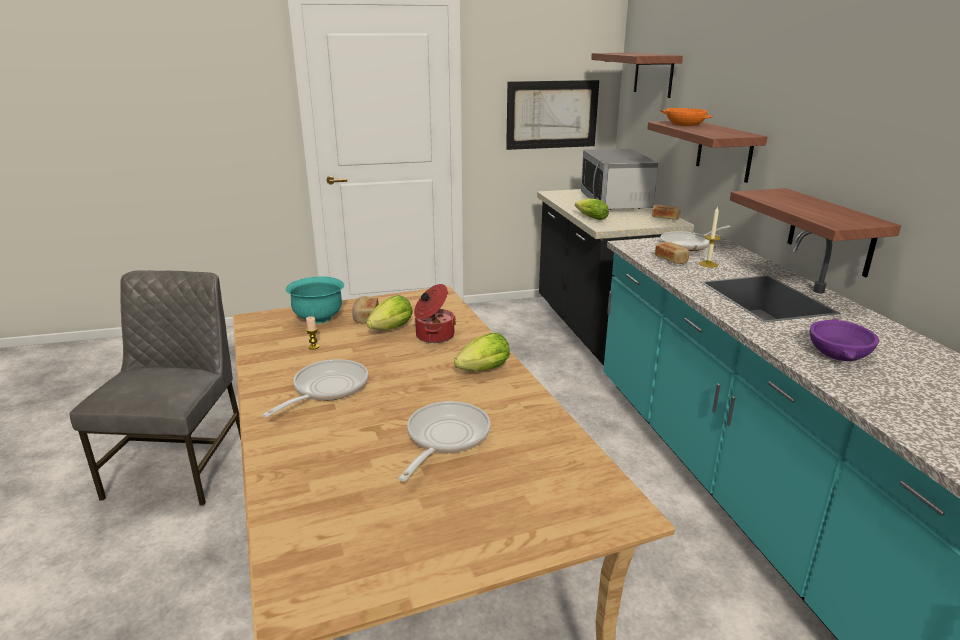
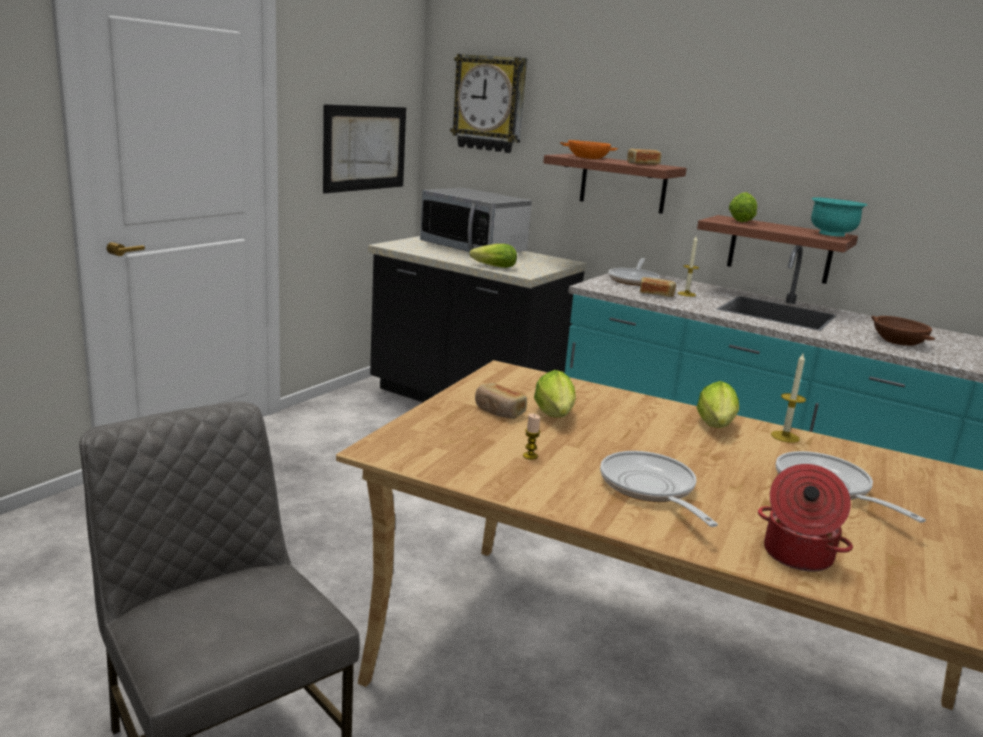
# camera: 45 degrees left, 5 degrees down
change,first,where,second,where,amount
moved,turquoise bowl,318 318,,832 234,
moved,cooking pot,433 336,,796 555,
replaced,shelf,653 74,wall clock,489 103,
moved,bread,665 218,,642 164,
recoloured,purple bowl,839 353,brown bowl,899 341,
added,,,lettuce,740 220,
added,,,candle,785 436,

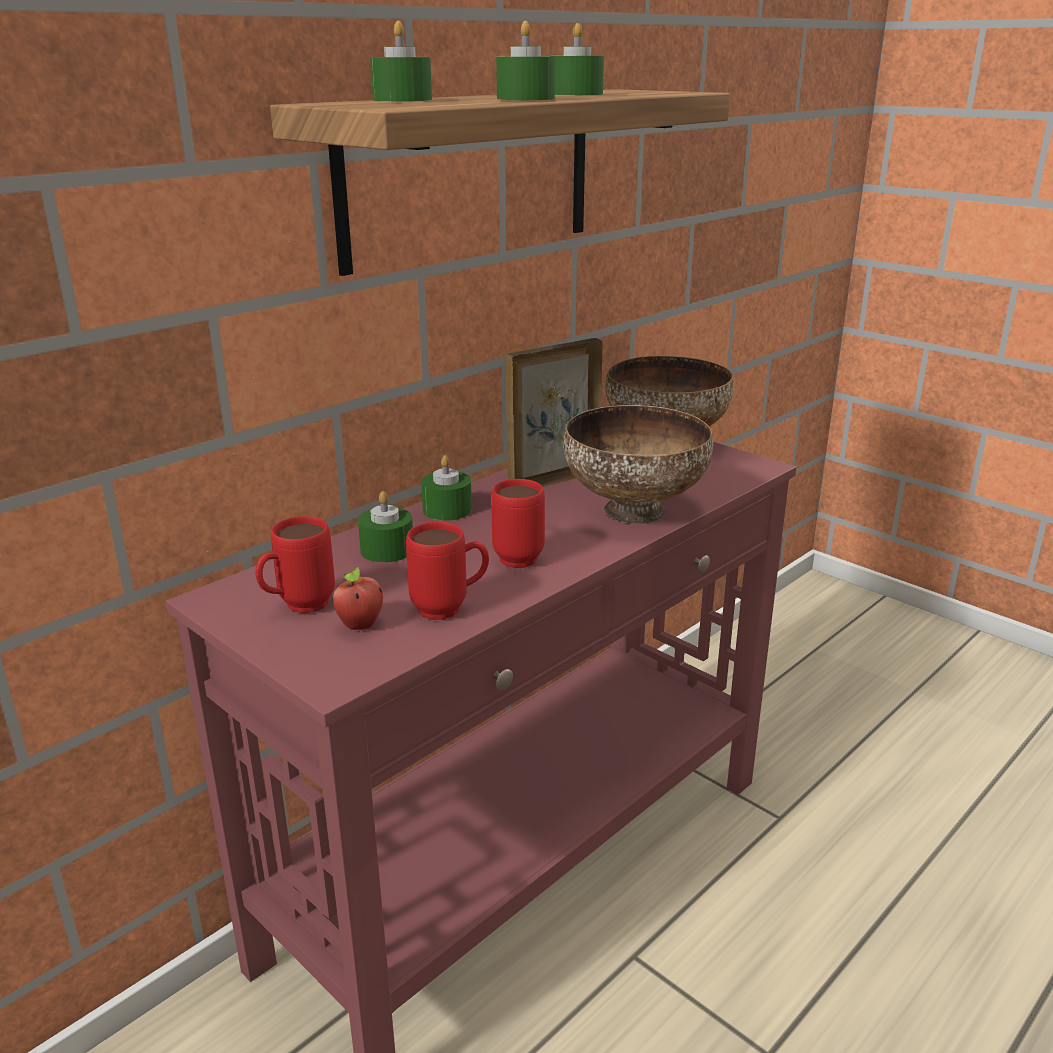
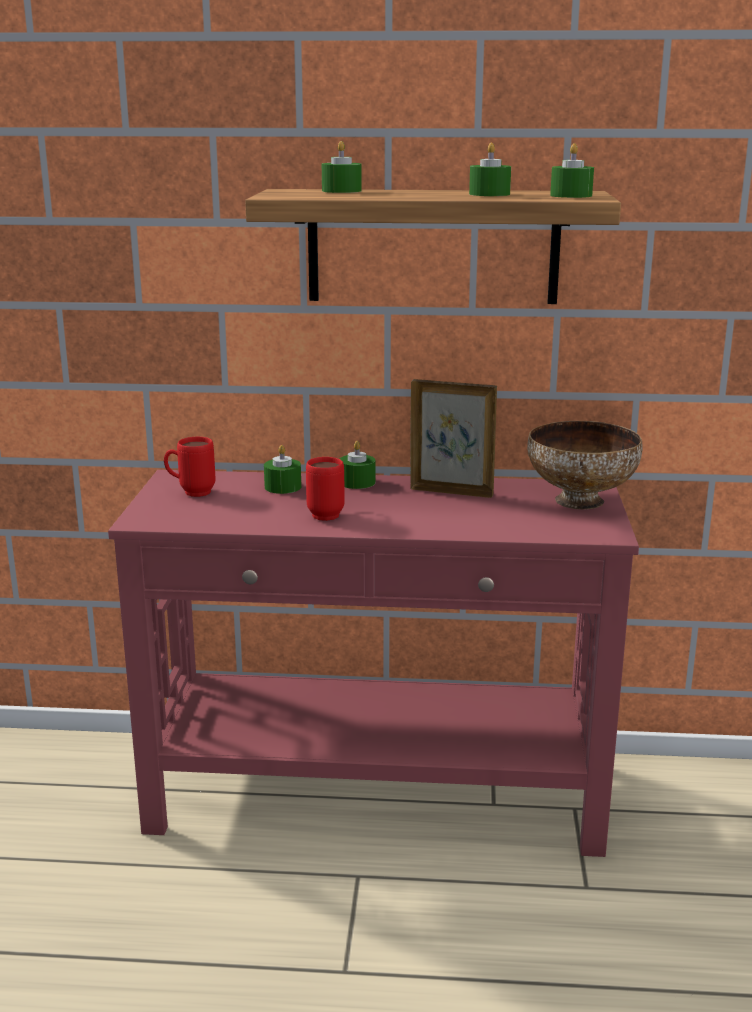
# camera: 50 degrees right, 5 degrees down
change,first,where,second,where,amount
removed,apple,361 626,,,
removed,red mug,450 609,,,
moved,green candle,525 99,,571 195,
removed,bowl,632 511,,,

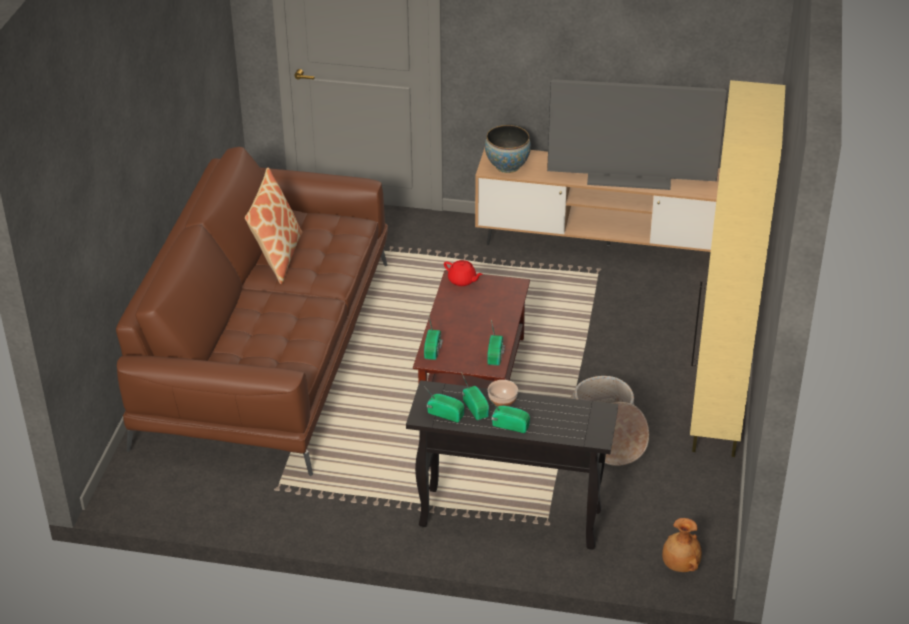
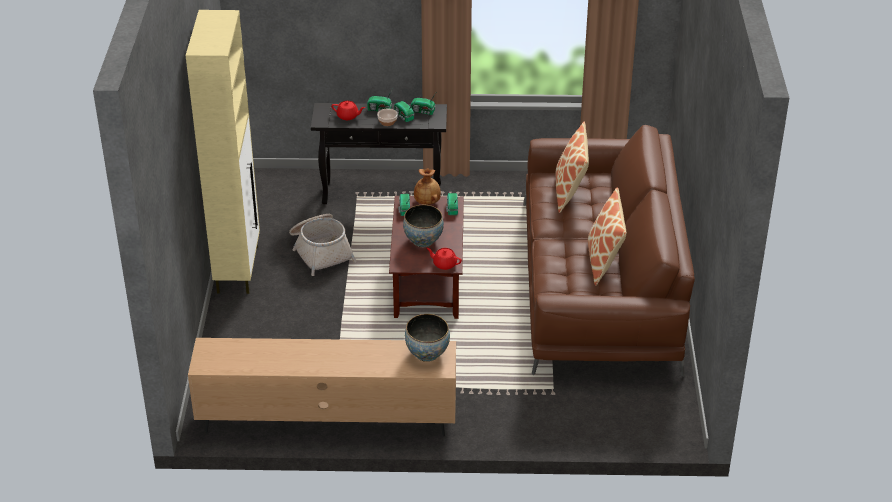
# camera: 170 degrees right, 0 degrees up
change,first,where,second,where,amount
removed,television,630 176,,,
moved,brown vase,679 565,,427 202,
added,,,red teapot,348 116,
added,,,bowl,423 241,
added,,,pillow,570 192,

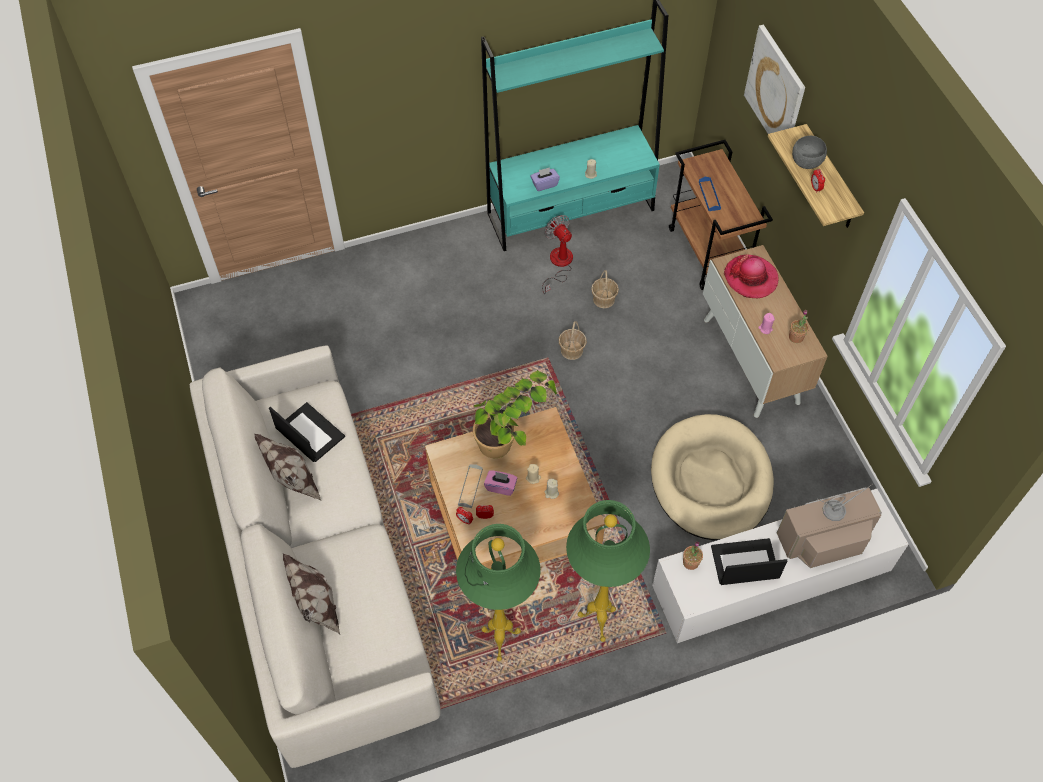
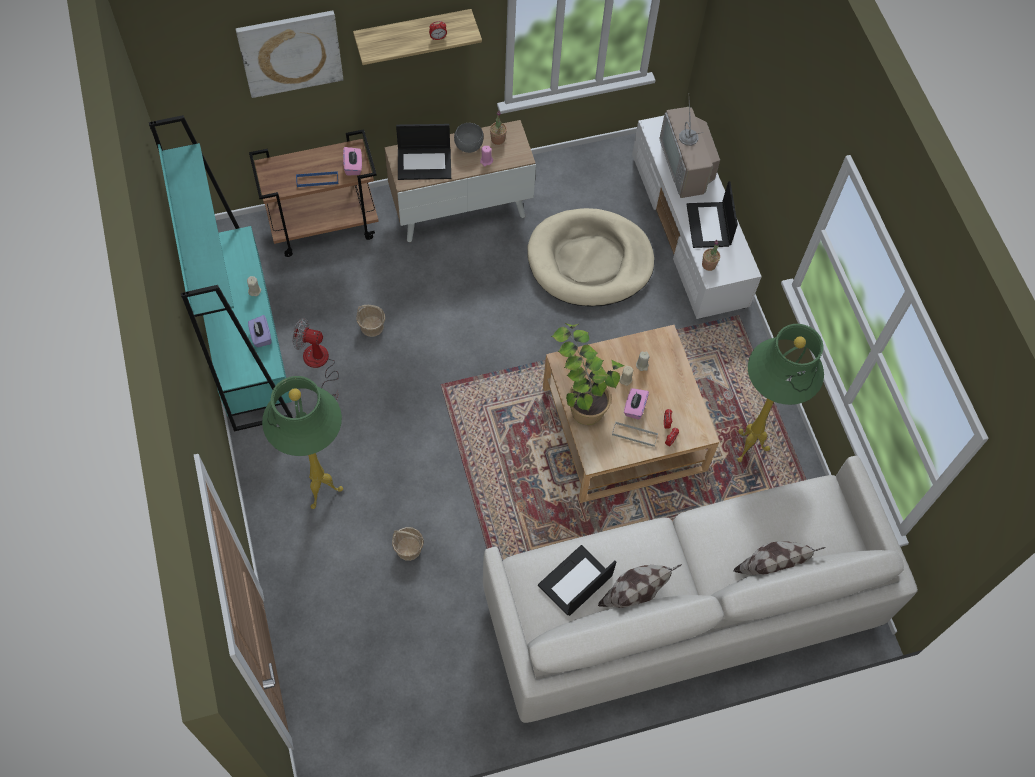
# camera: 90 degrees left, 5 degrees up
change,first,where,second,where,amount
turned,fan,558 264,,319 364,45 degrees clockwise
moved,basket,571 350,,408 548,
moved,green floor lamp,596 622,,322 493,
replaced,hat,751 278,laptop,425 163,
moved,grey bowl,807 163,,469 145,
added,,,pink tissue box,353 166,

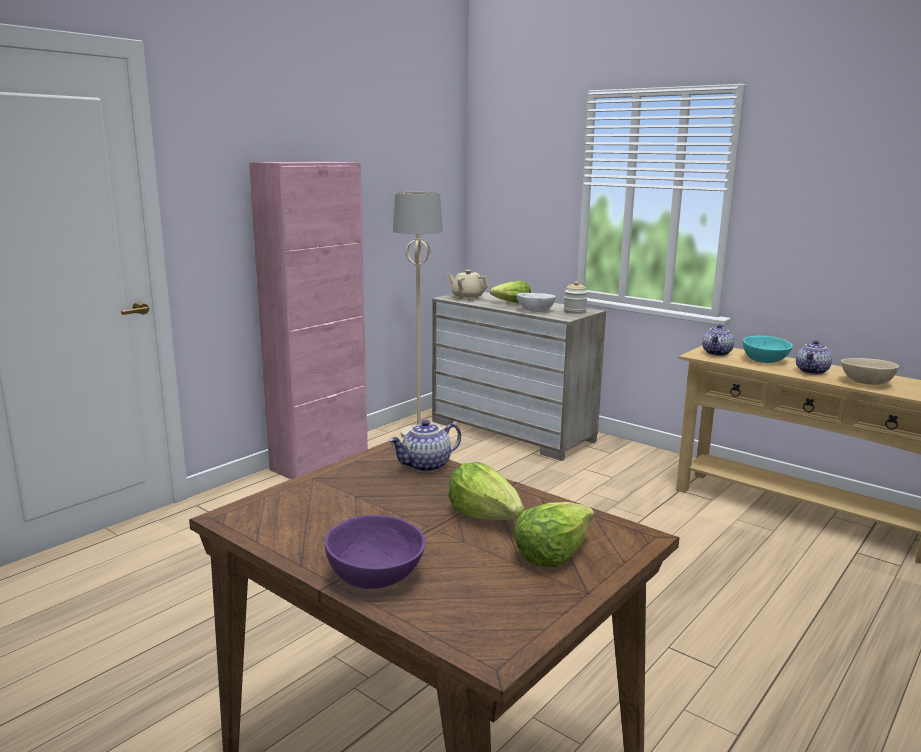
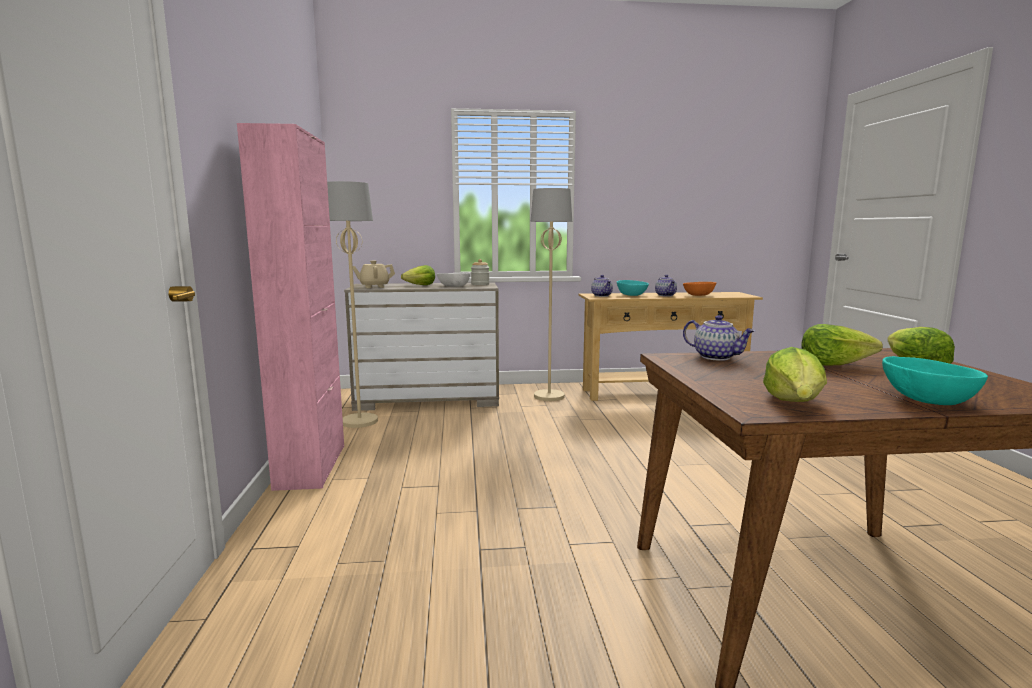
# camera: 45 degrees left, 5 degrees down
change,first,where,second,where,amount
recoloured,purple bowl,373 575,turquoise bowl,927 400,
turned,teapot,426 466,,716 357,60 degrees counterclockwise
recoloured,beige bowl,867 383,orange bowl,699 295,
added,,,beige floor lamp,548 396,
added,,,lettuce,795 403,

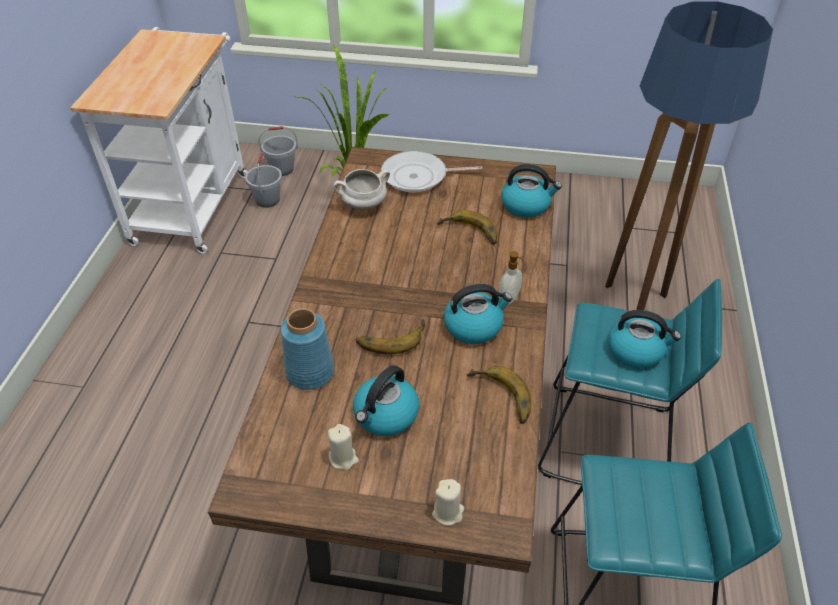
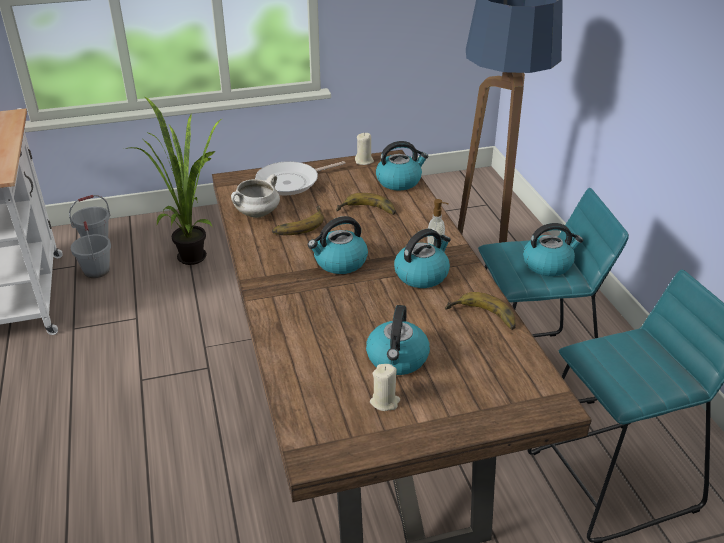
# camera: 25 degrees left, 10 degrees down
change,first,where,second,where,amount
removed,blue vase,310 373,,,
moved,banana,390 337,,297 224,
moved,beige candle,448 512,,364 161,
added,,,kettle,339 262,

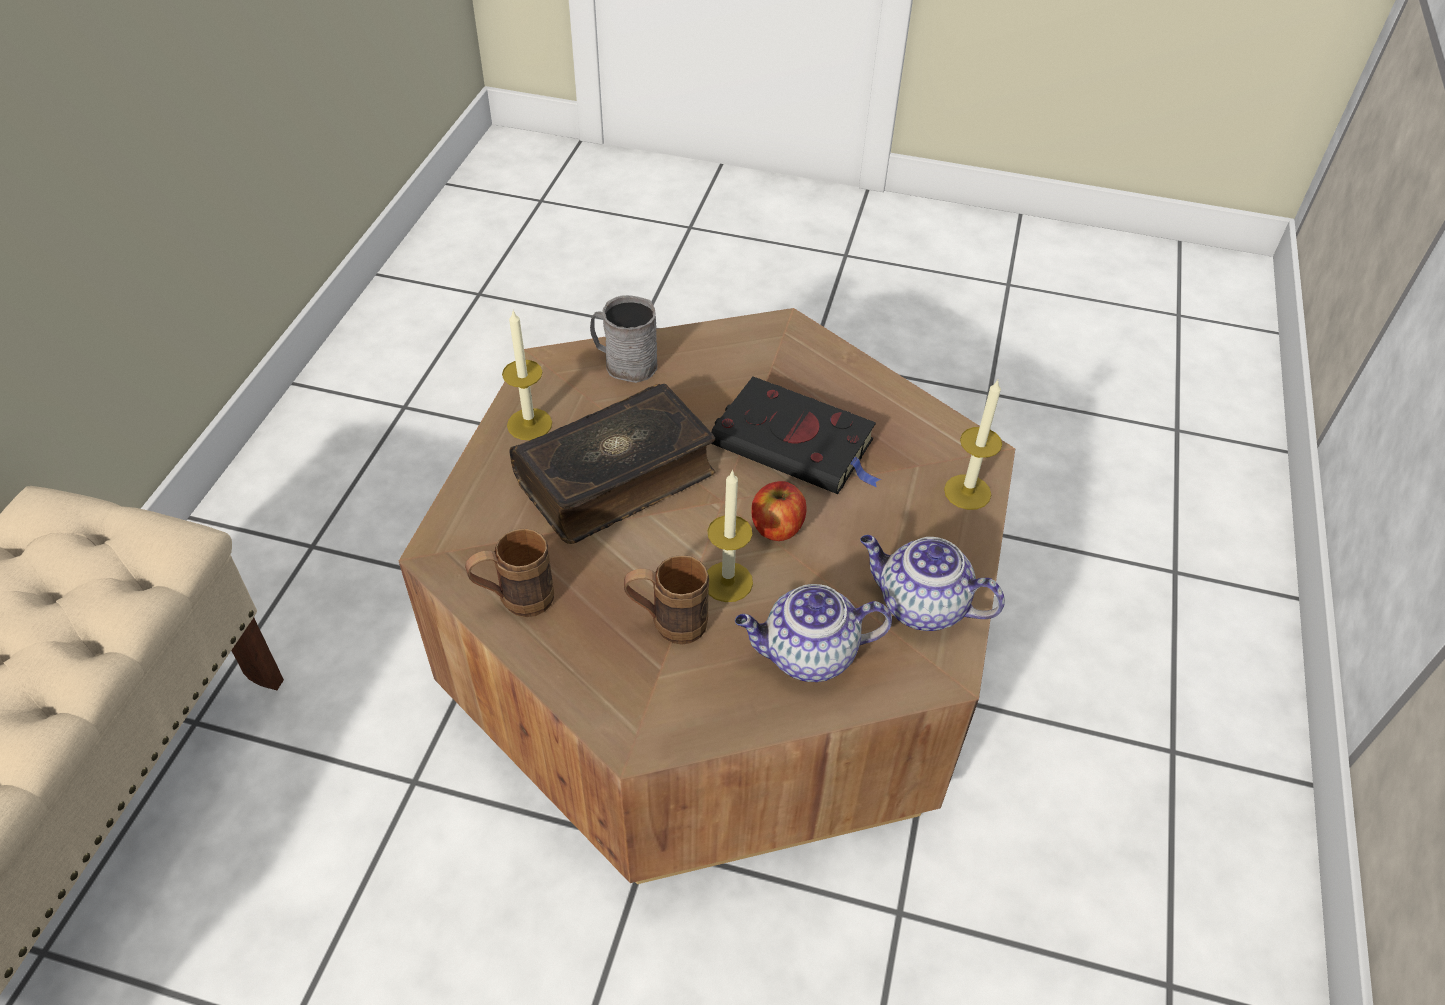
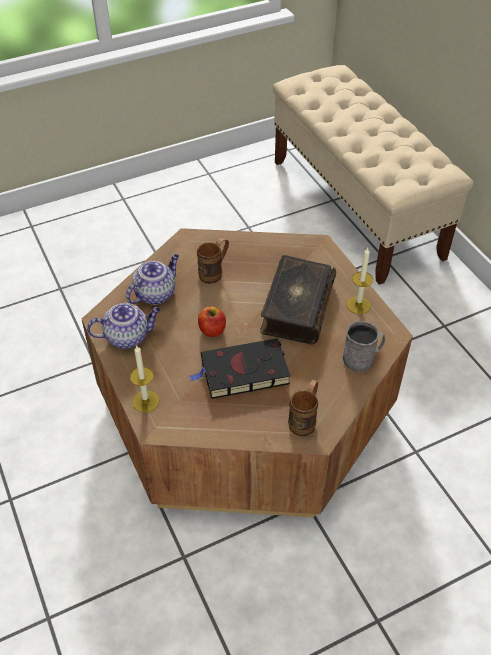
# camera: 140 degrees right, 0 degrees up
change,first,where,second,where,amount
moved,brown mug,515 601,,305 420,
removed,candle,727 582,,,

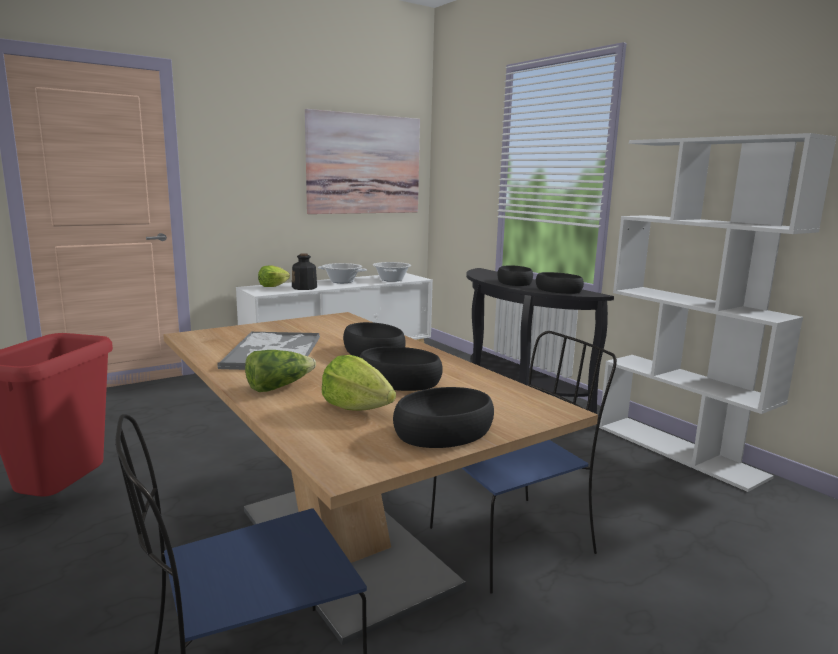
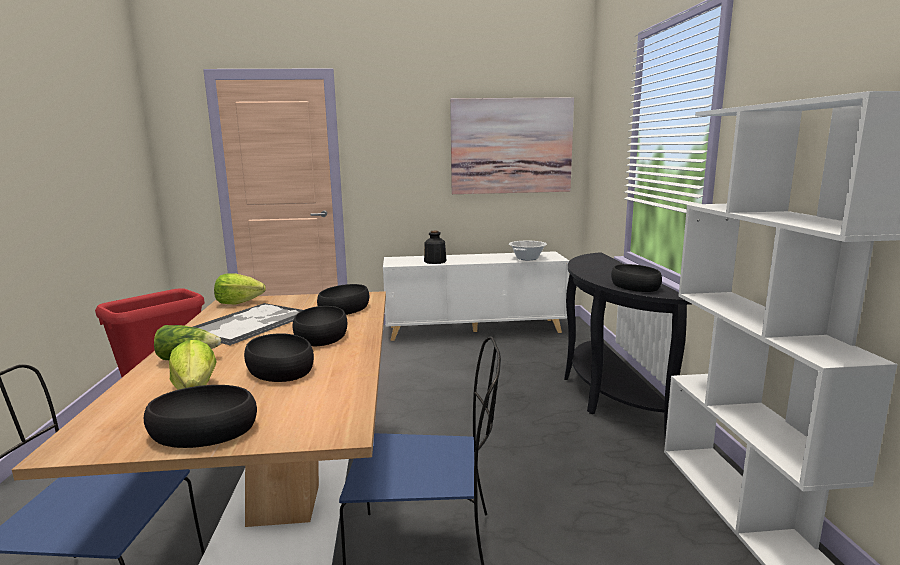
# camera: 30 degrees right, 0 degrees up
change,first,where,second,where,amount
moved,lettuce,272 286,,238 302,
removed,cooking pot,342 281,,,
moved,black bowl,515 282,,344 308,

